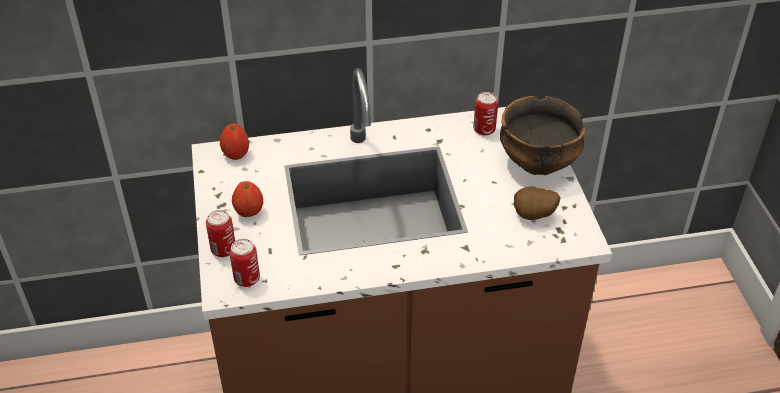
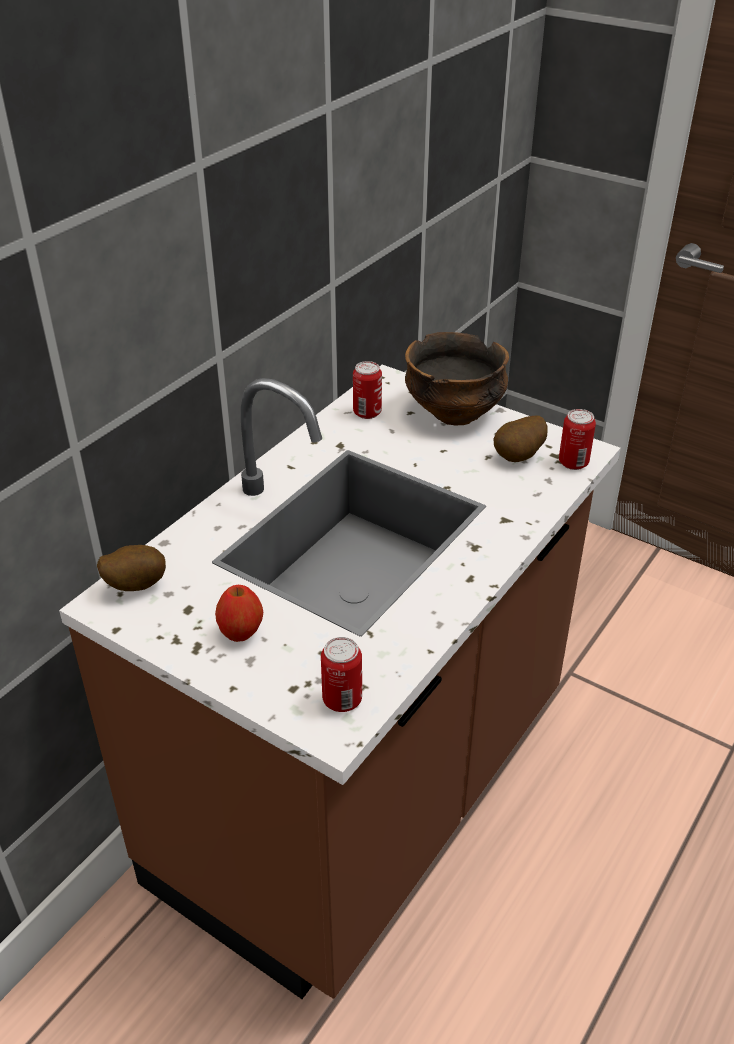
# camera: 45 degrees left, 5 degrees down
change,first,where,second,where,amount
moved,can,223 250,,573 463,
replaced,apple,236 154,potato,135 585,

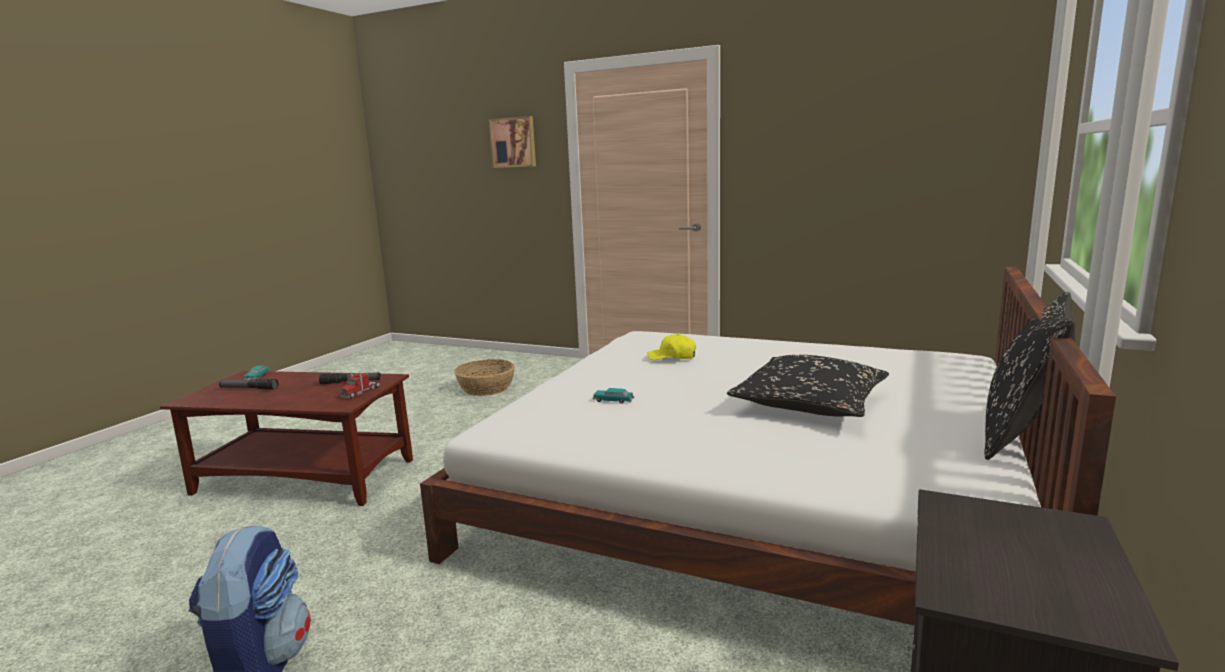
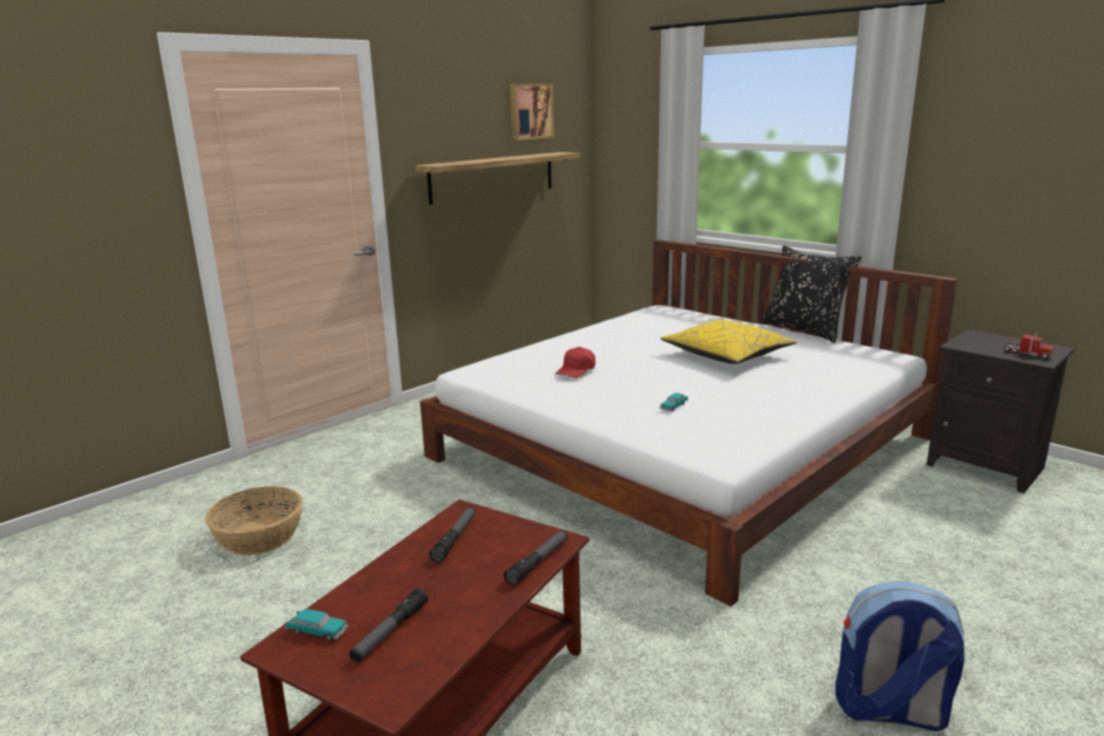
# camera: 70 degrees left, 5 degrees up
change,first,where,second,where,amount
moved,toy truck,360 392,,1027 354,
moved,picture,514 142,,530 111,
recoloured,yellow cap,672 357,red cap,576 370,
recoloured,black pillow,810 404,yellow pillow,726 356,
added,,,shelf,493 177,
added,,,flashlight,538 562,

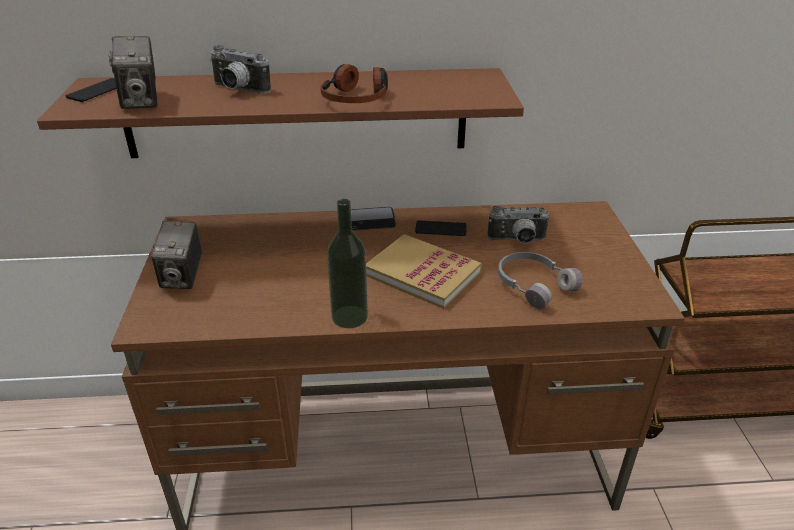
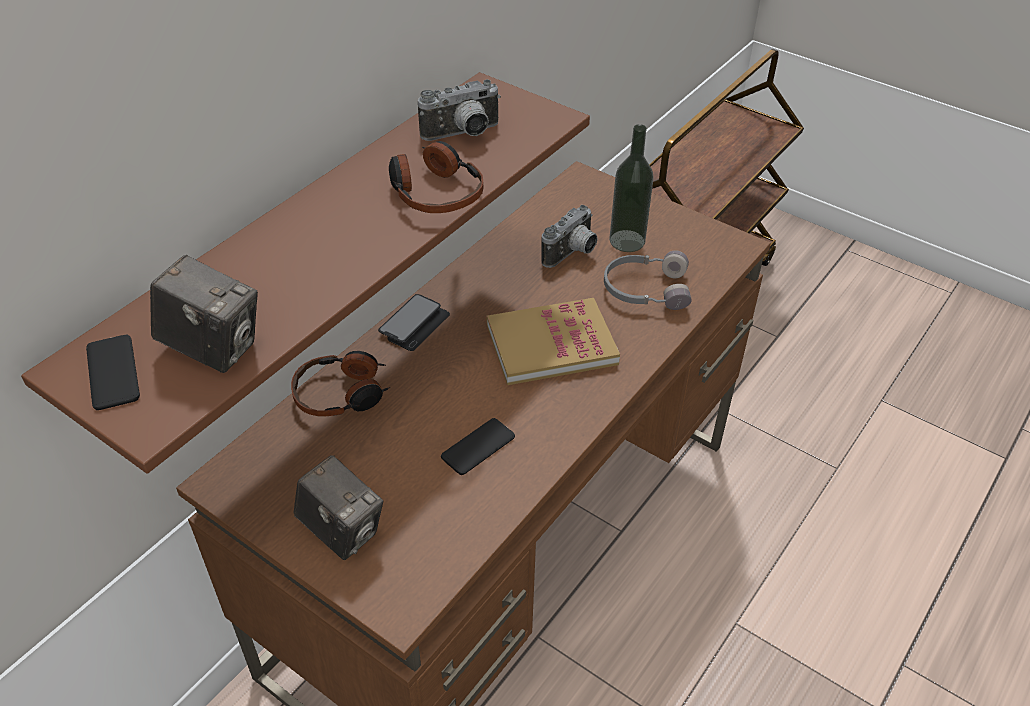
# camera: 50 degrees left, 10 degrees up
change,first,where,second,where,amount
moved,photo camera,238 90,,463 135,
moved,bottle,349 316,,627 241,
moved,phone,441 229,,478 447,
added,,,headphones,342 394,

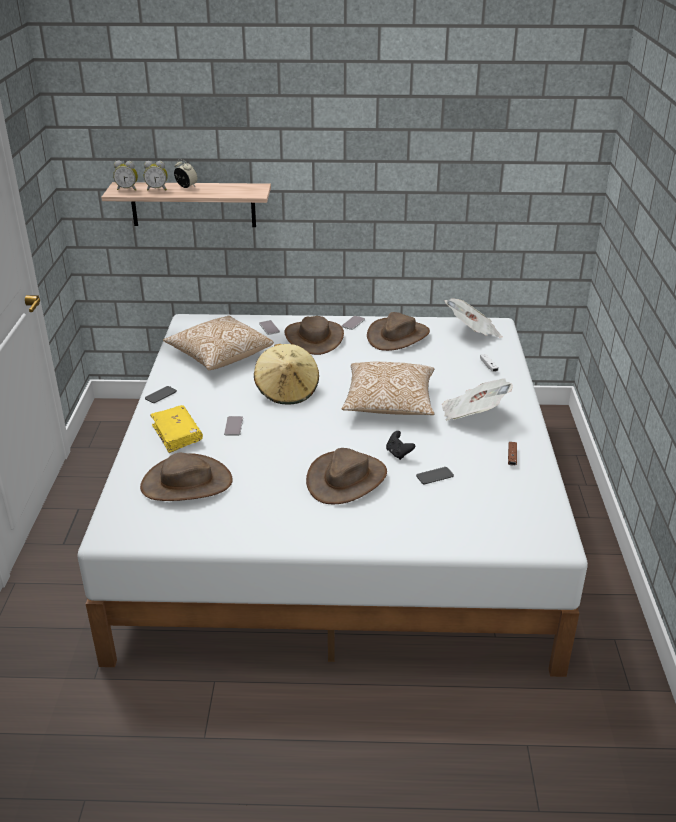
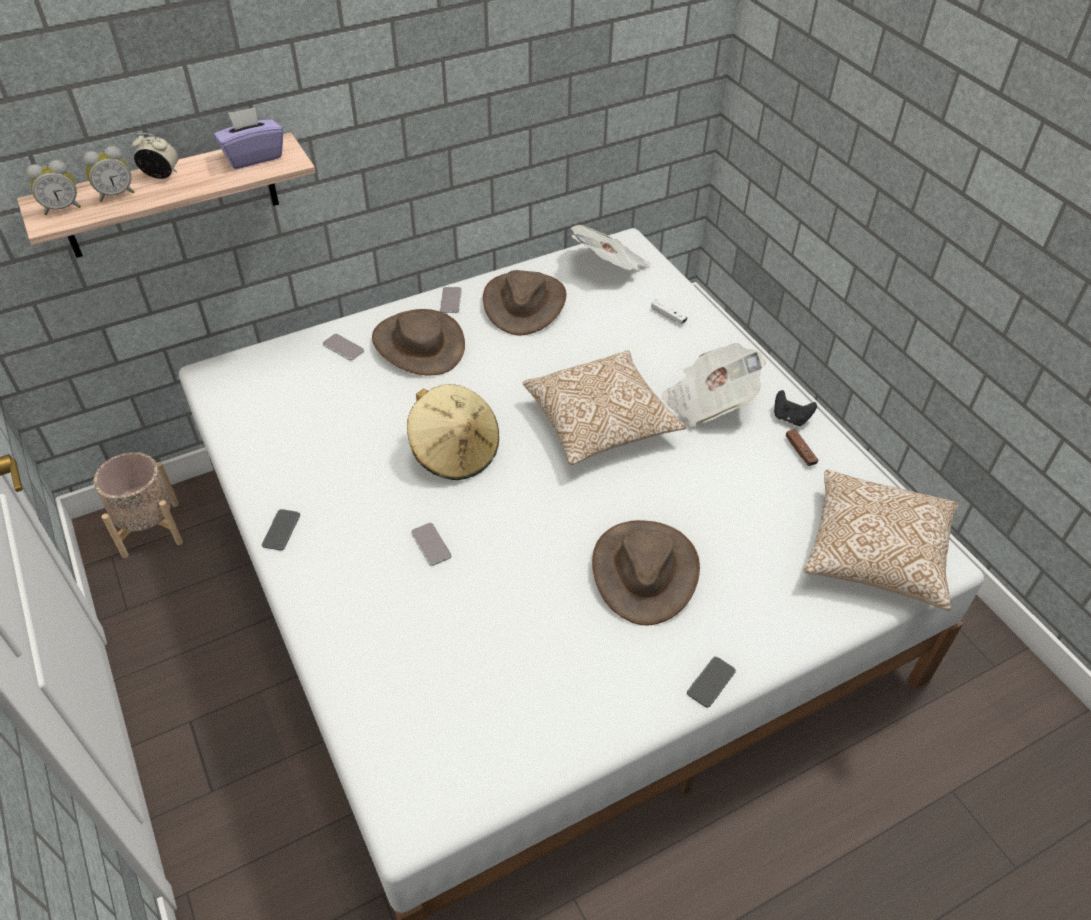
# camera: 30 degrees left, 15 degrees up
change,first,where,second,where,amount
removed,brown hat,186 483,,,
removed,yellow book,177 434,,,
moved,pillow,220 355,,876 553,
moved,black game controller,398 453,,790 418,
moved,phone,434 476,,711 682,
added,,,beige planter,151 529,
added,,,purple tissue box,253 157,

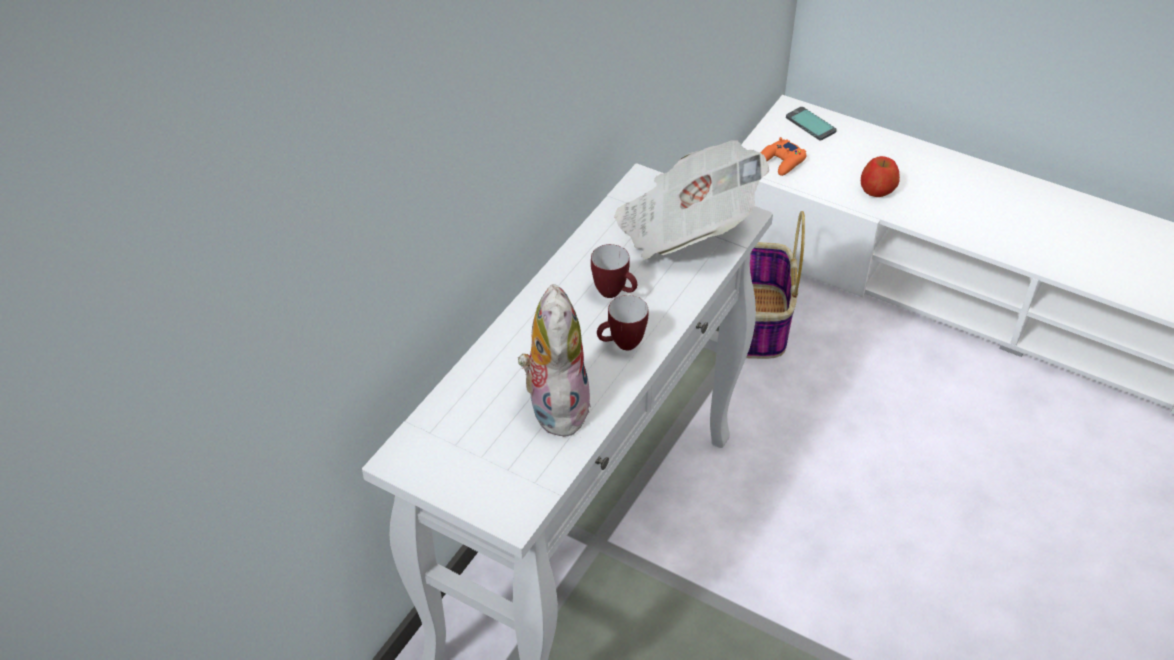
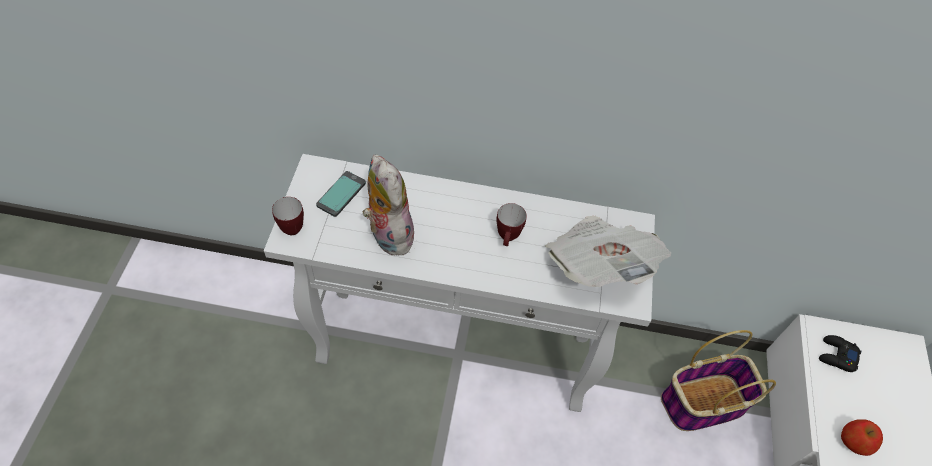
# camera: 65 degrees right, 10 degrees up
change,first,where,second,where,amount
turned,plush toy,555 405,,388 234,90 degrees counterclockwise
moved,mug,621 345,,289 227,
recoloured,orange game controller,782 162,black game controller,836 356,
moved,phone,810 124,,341 194,

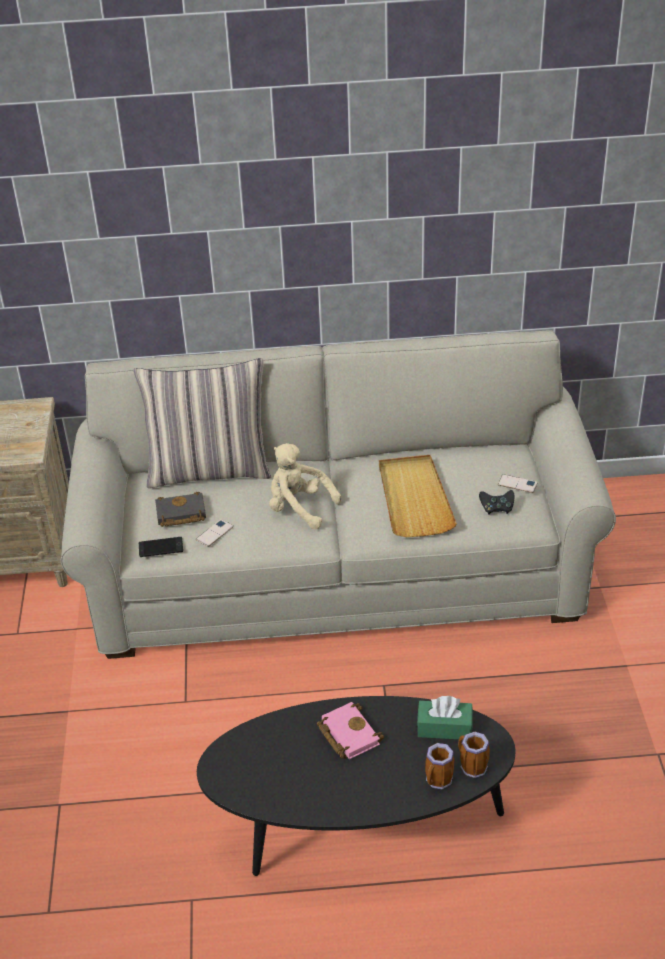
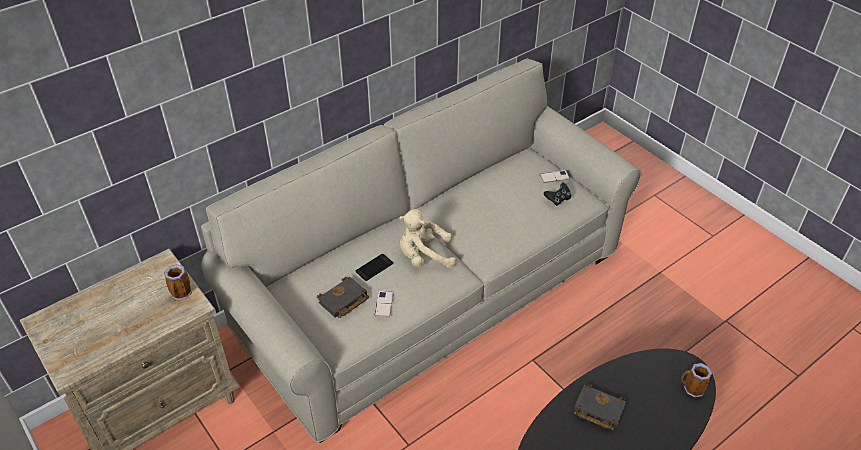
# camera: 35 degrees left, 5 degrees up
change,first,where,second,where,amount
removed,pillow,209 469,,,
moved,phone,160 547,,374 267,
recoloured,pink book,347 734,black book,597 410,
removed,beige tray,414 498,,,
removed,green tissue box,444 727,,,
moved,mug,438 781,,182 294,

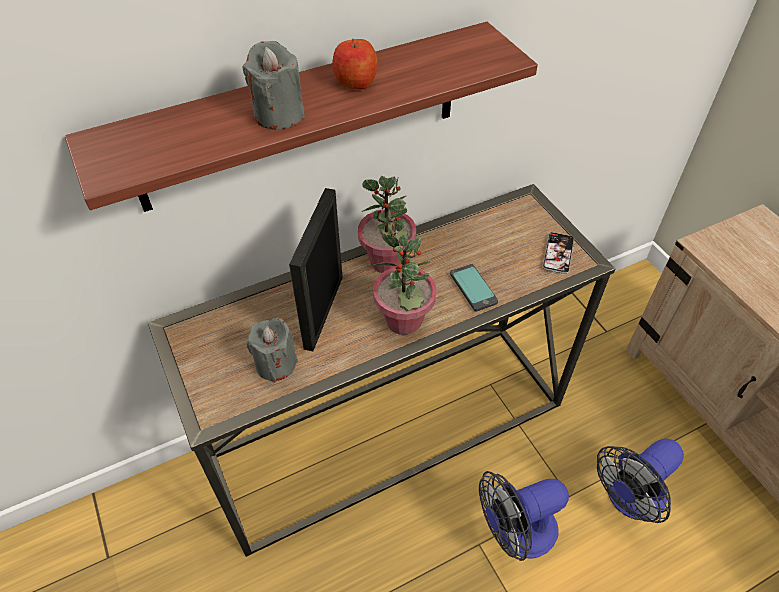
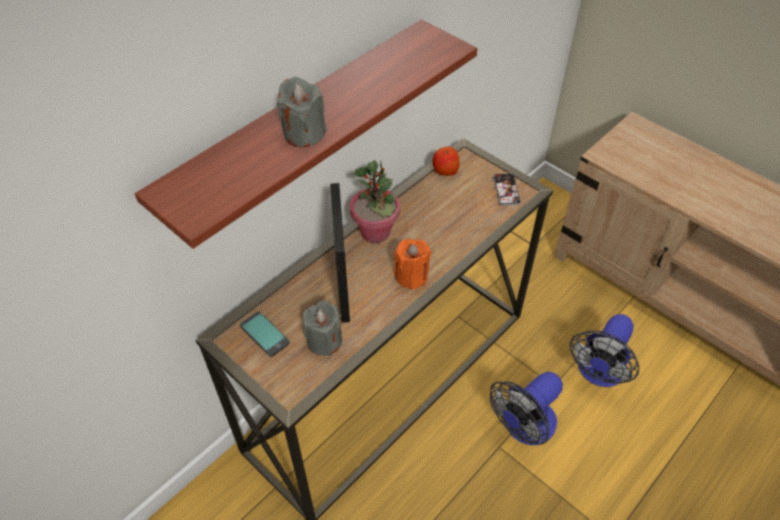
# camera: 20 degrees left, 0 degrees up
change,first,where,second,where,amount
moved,apple,356 82,,445 170,
replaced,potted plant,404 320,orange candle,411 276,
moved,phone,473 288,,265 334,

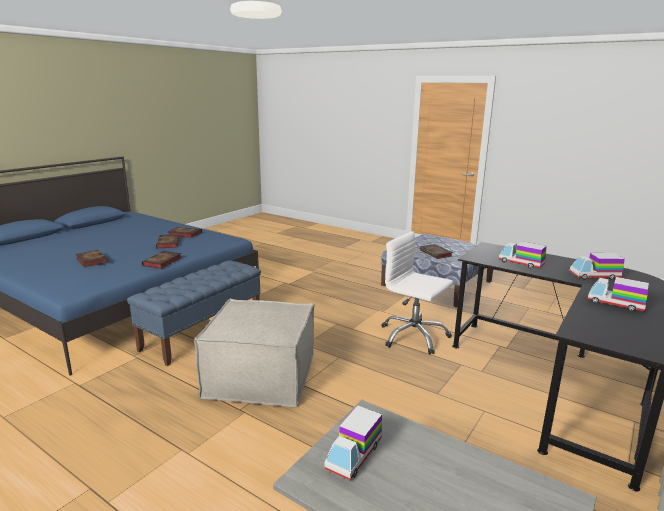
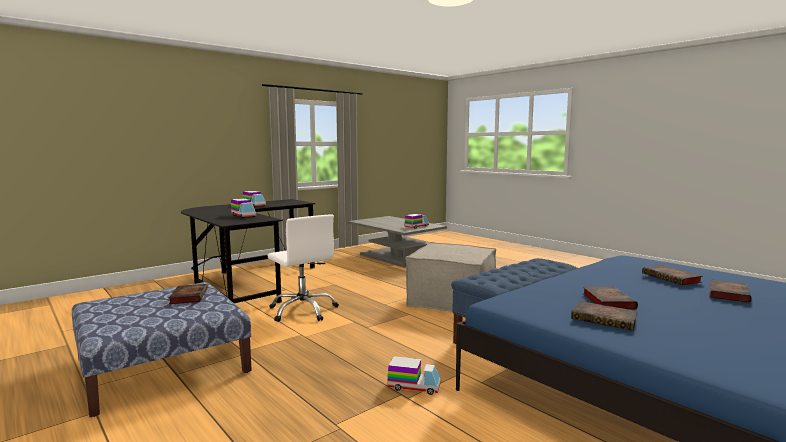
# camera: 165 degrees left, 10 degrees down
change,first,where,second,where,amount
moved,book,162 262,,727 294,
moved,toy truck,594 276,,414 387,

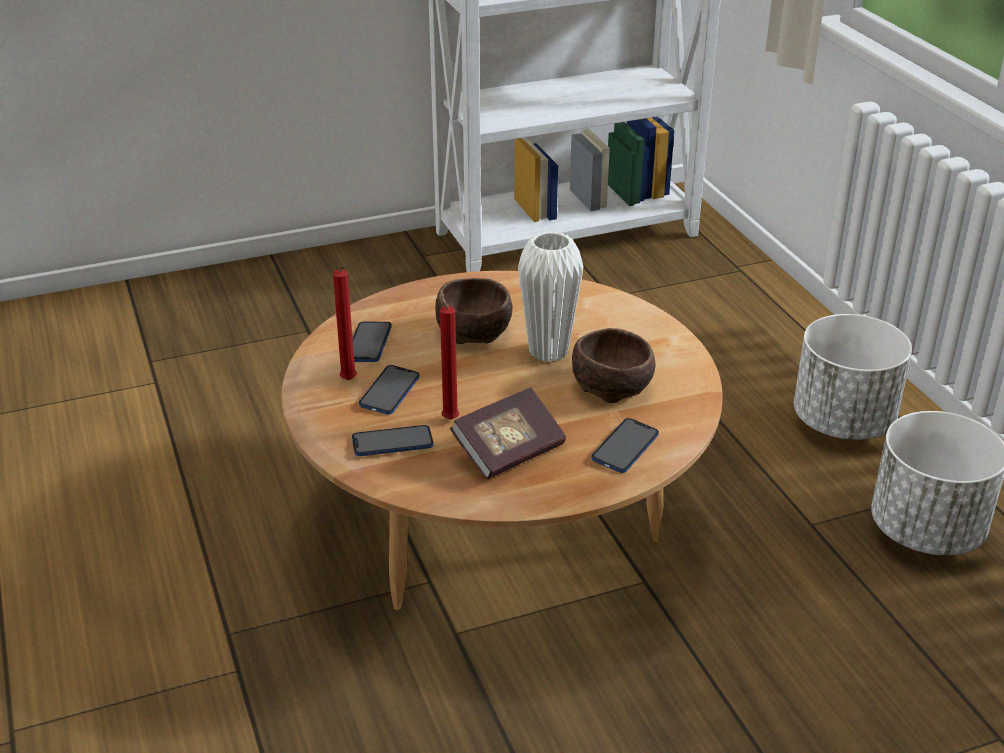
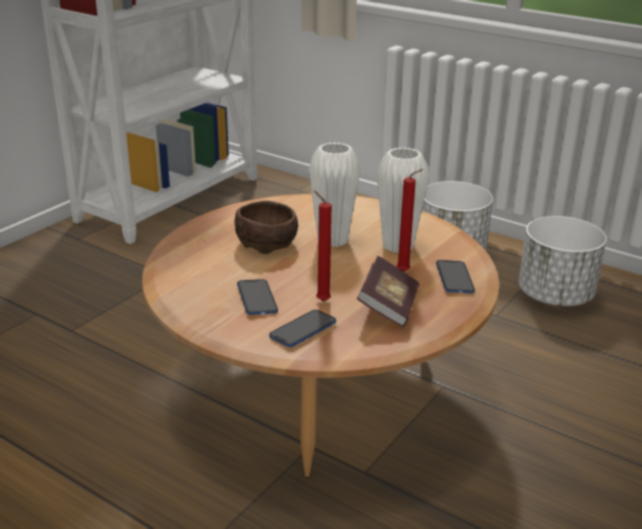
# camera: 35 degrees left, 5 degrees down
change,first,where,second,where,amount
moved,red candle,350 381,,405 272,
removed,phone,368 344,,,
replaced,brown bowl,612 384,white vase,398 246,

